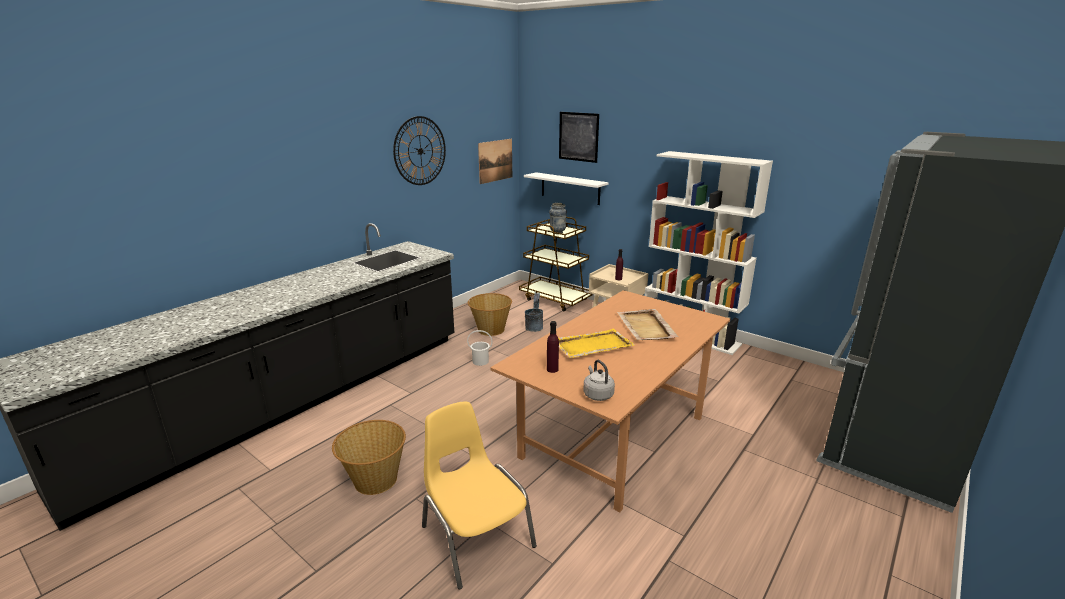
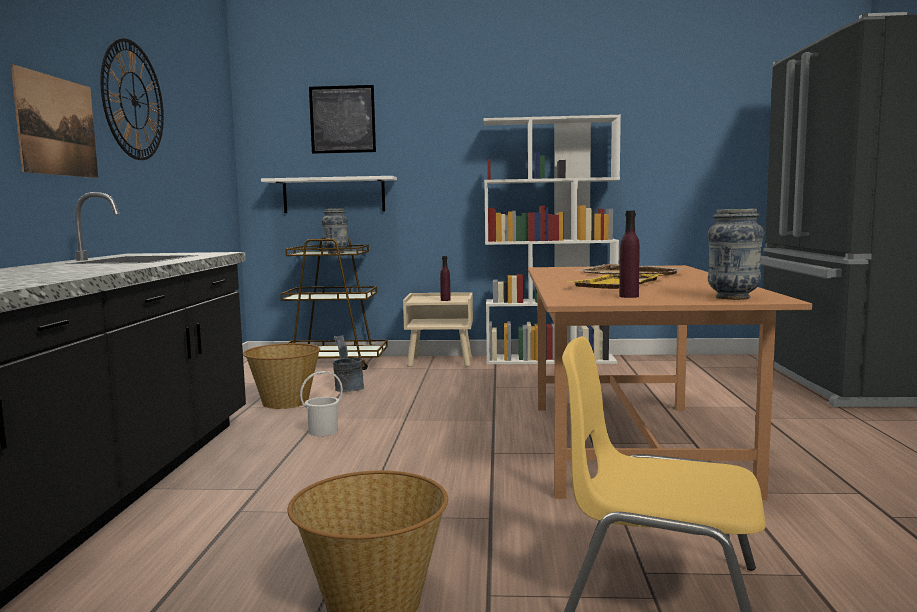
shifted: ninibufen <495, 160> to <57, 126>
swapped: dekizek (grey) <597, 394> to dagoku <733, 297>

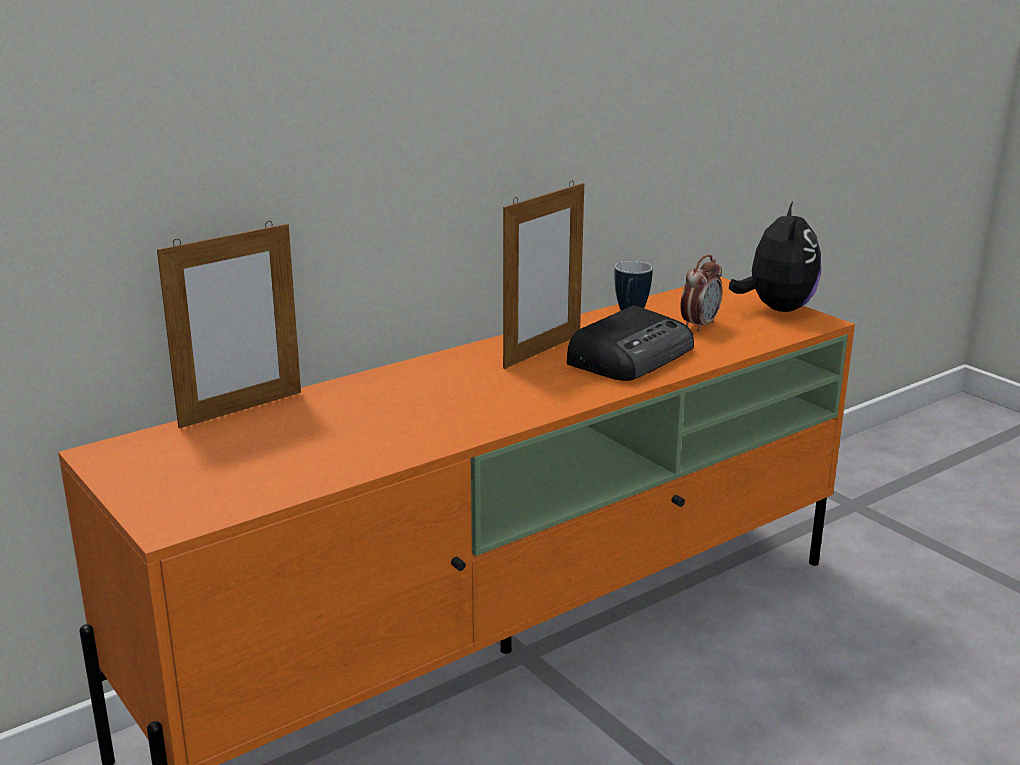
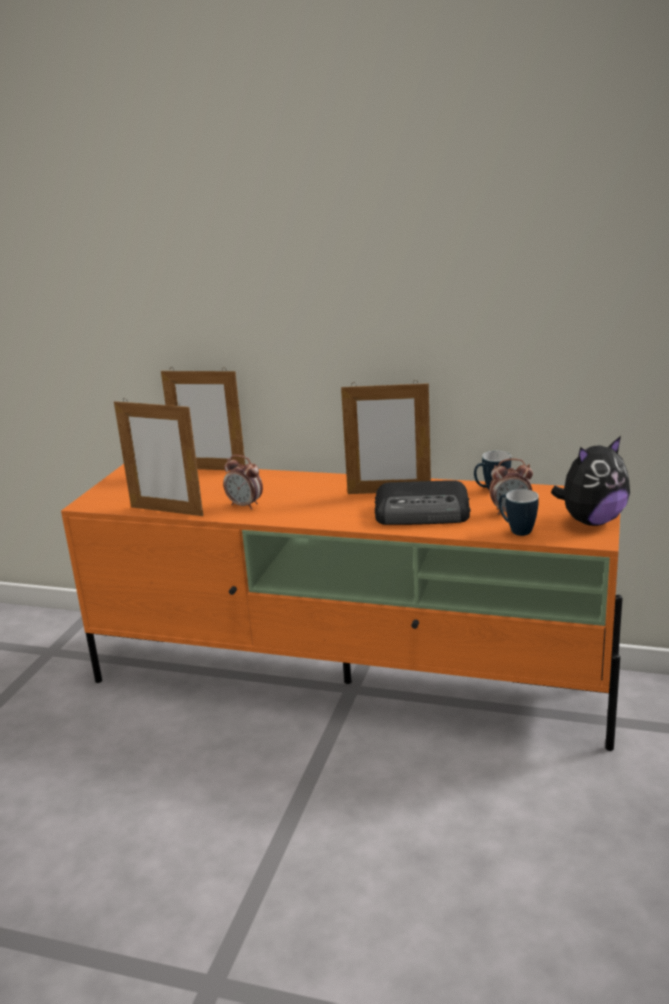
new: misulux <166, 511>; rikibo <245, 505>; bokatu <516, 530>

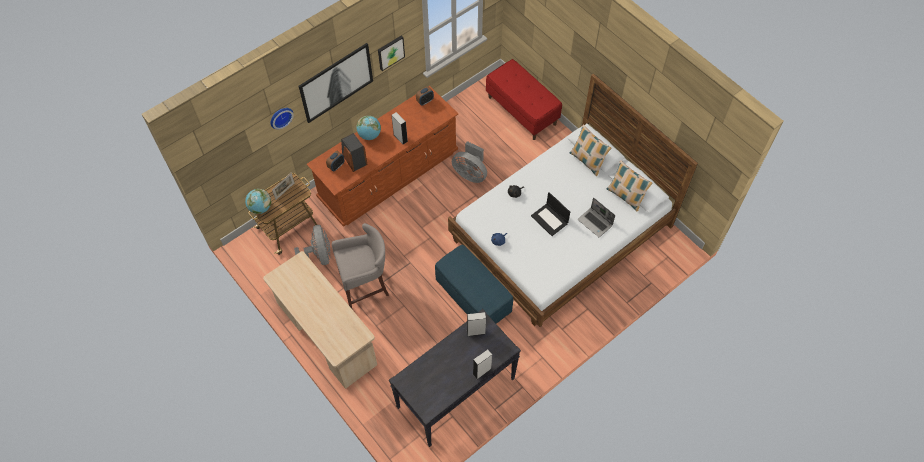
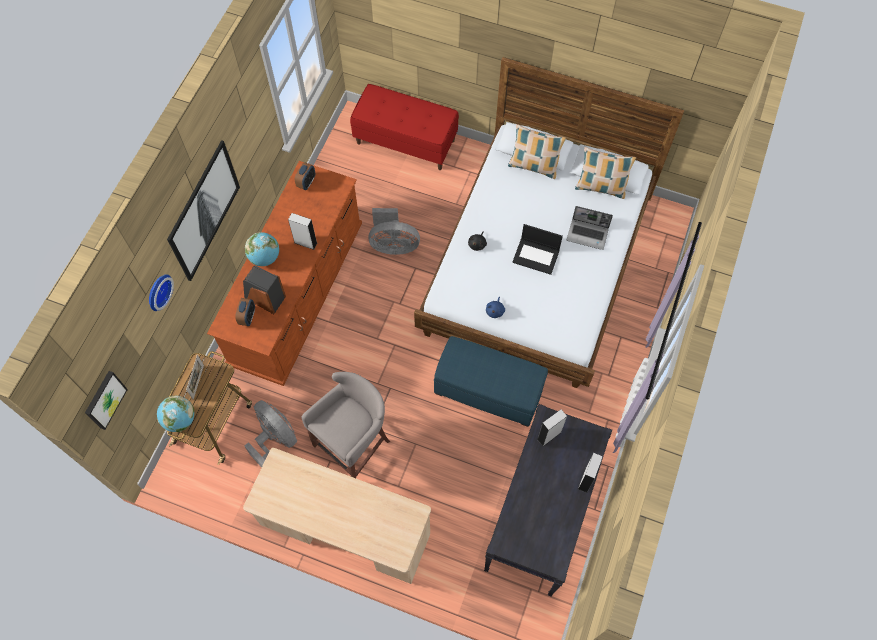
shifted: ninibufen <390, 52> to <104, 399>

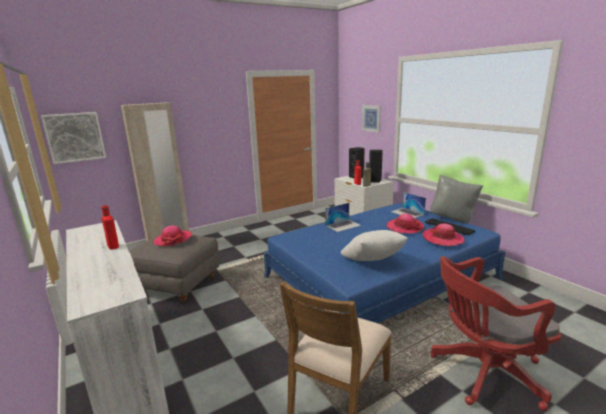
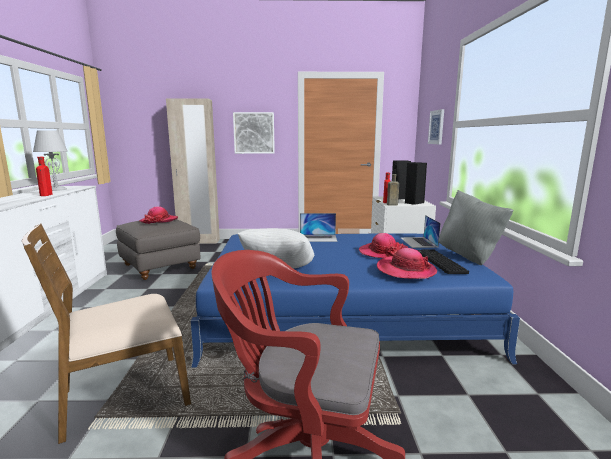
new: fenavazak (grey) <56, 189>
shifted: ninibufen <75, 137> to <254, 133>

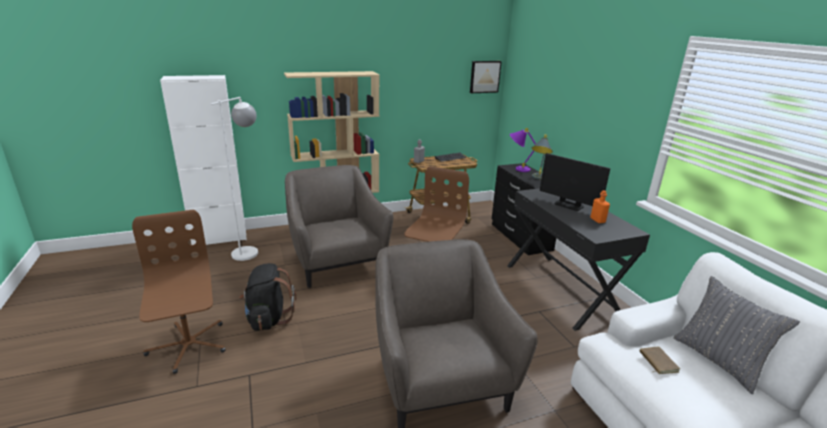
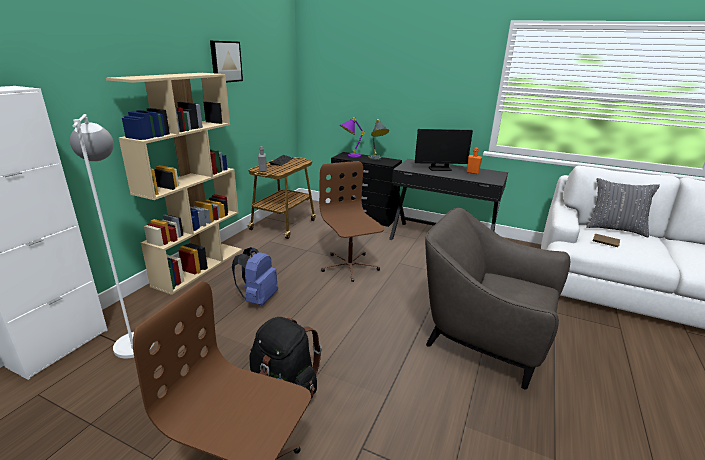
shifted: ninibufen <484, 76> to <225, 61>
swapped: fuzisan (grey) <336, 261> to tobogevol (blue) <258, 299>

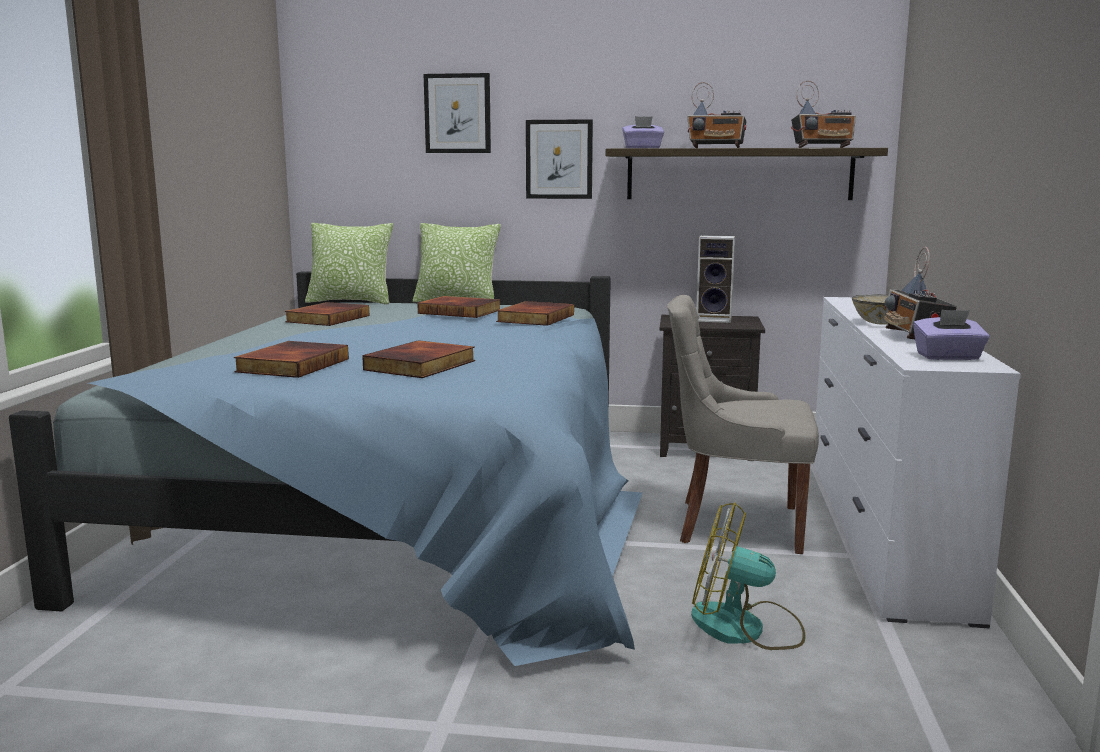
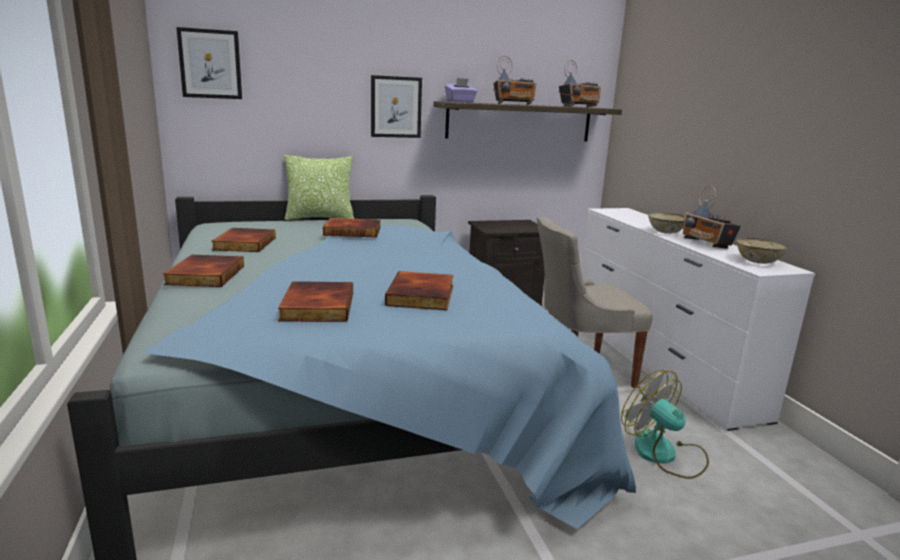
gone: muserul <351, 302>; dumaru <715, 319>
shifted: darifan <534, 318> to <204, 275>; ninibufen <457, 113> to <210, 64>
swapped: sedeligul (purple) <948, 357> to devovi <757, 261>
rotated: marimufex <745, 628> = <664, 454> 60 degrees clockwise

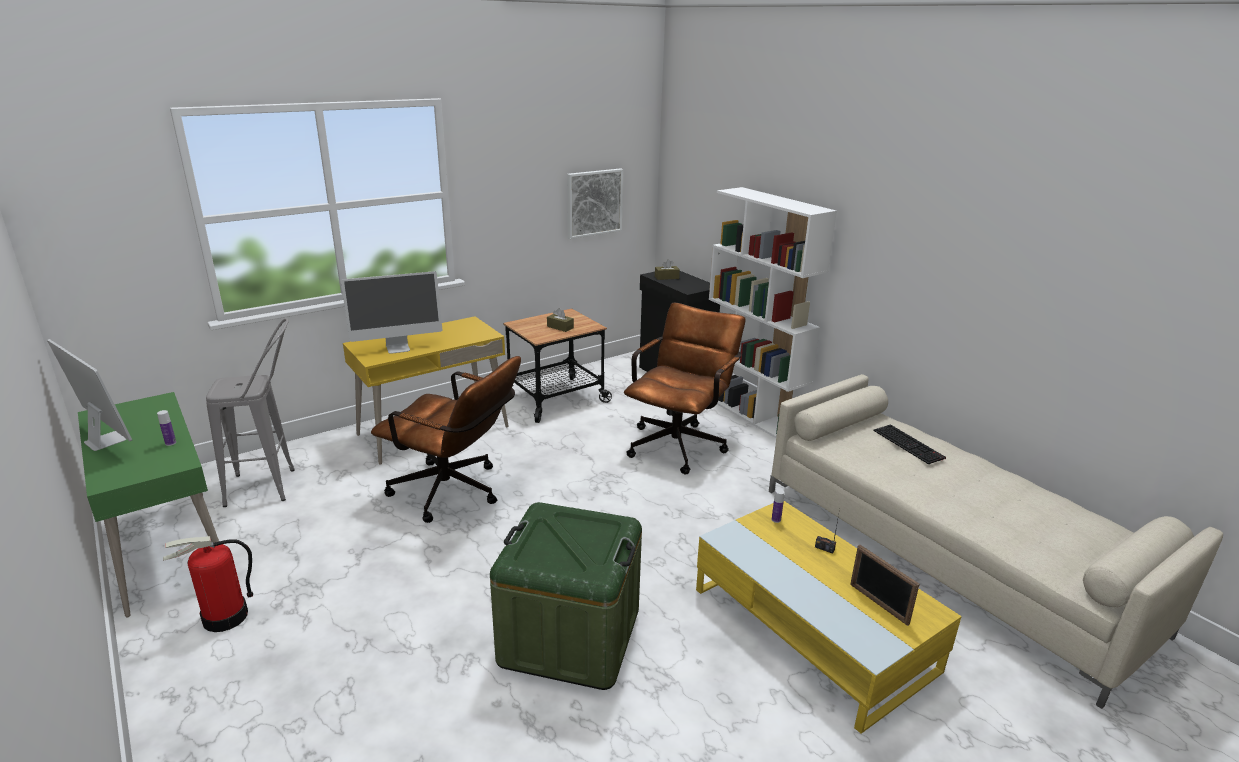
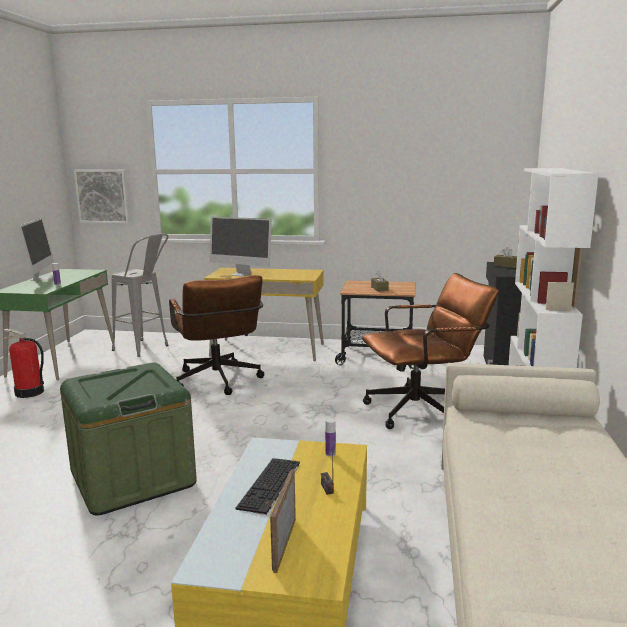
shifted: ninibufen <594, 203> to <102, 196>; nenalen <909, 444> to <270, 486>

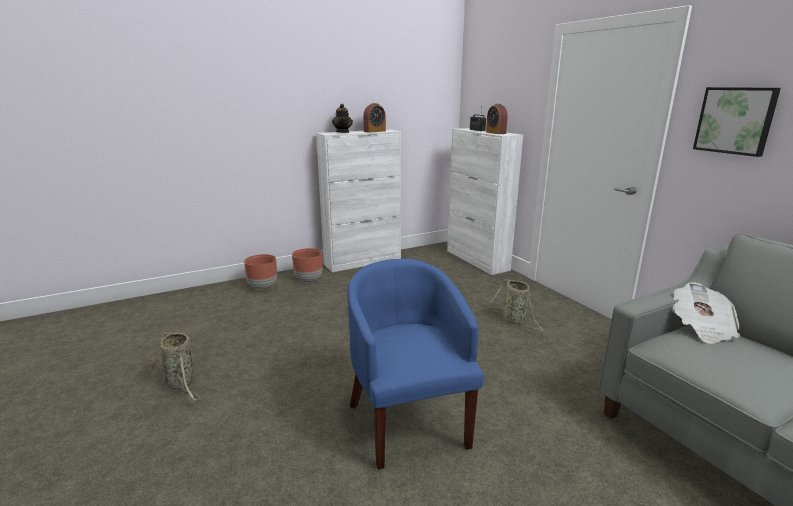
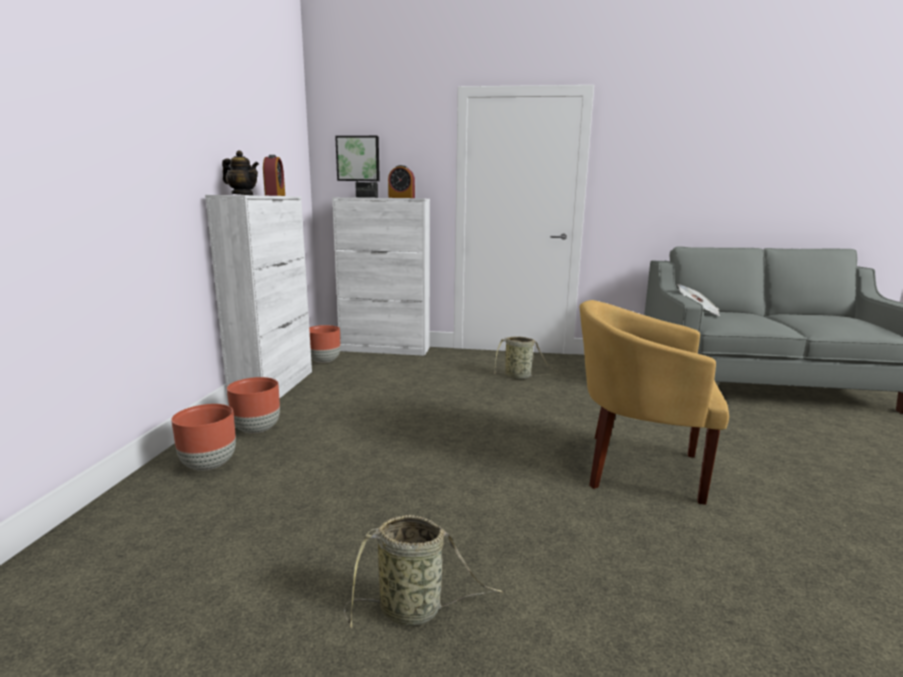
new: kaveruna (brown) <324, 361>
shifted: ninibufen <735, 120> to <358, 158>
repainted: fuzisan (blue) <408, 420> to fuzisan (yellow) <637, 467>

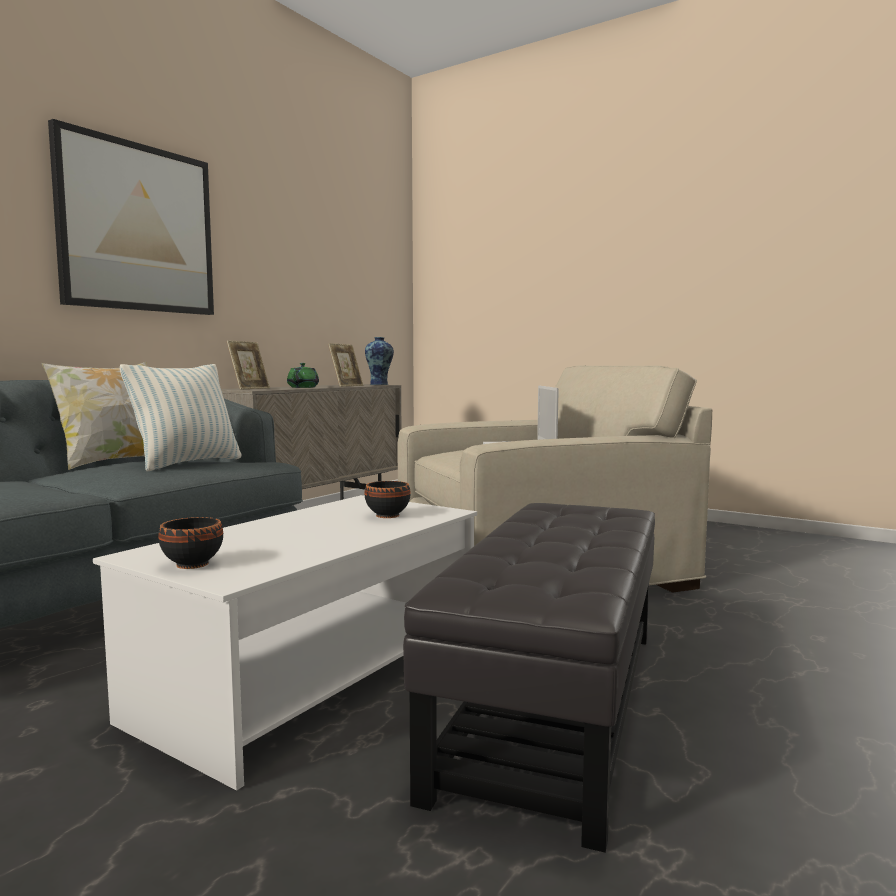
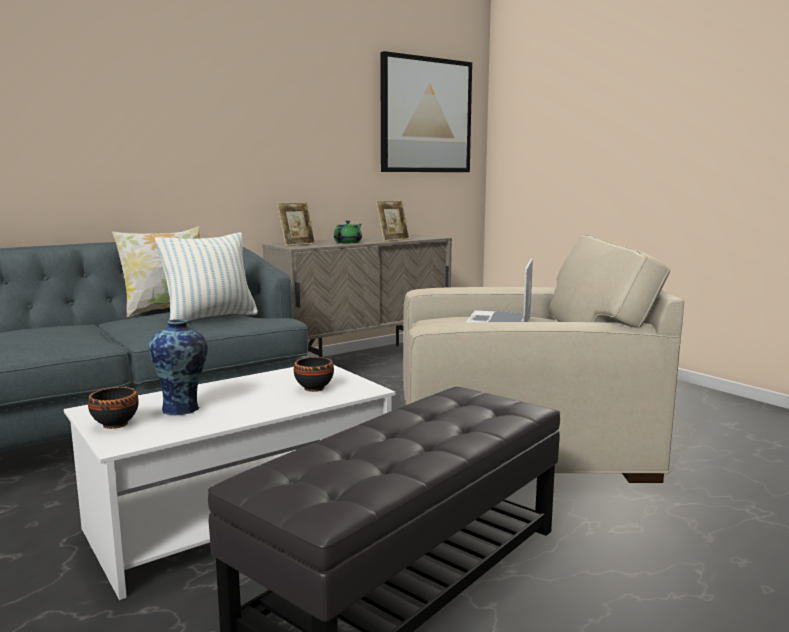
shifted: dagoku <379, 384> to <182, 409>; ninibufen <137, 228> to <425, 115>

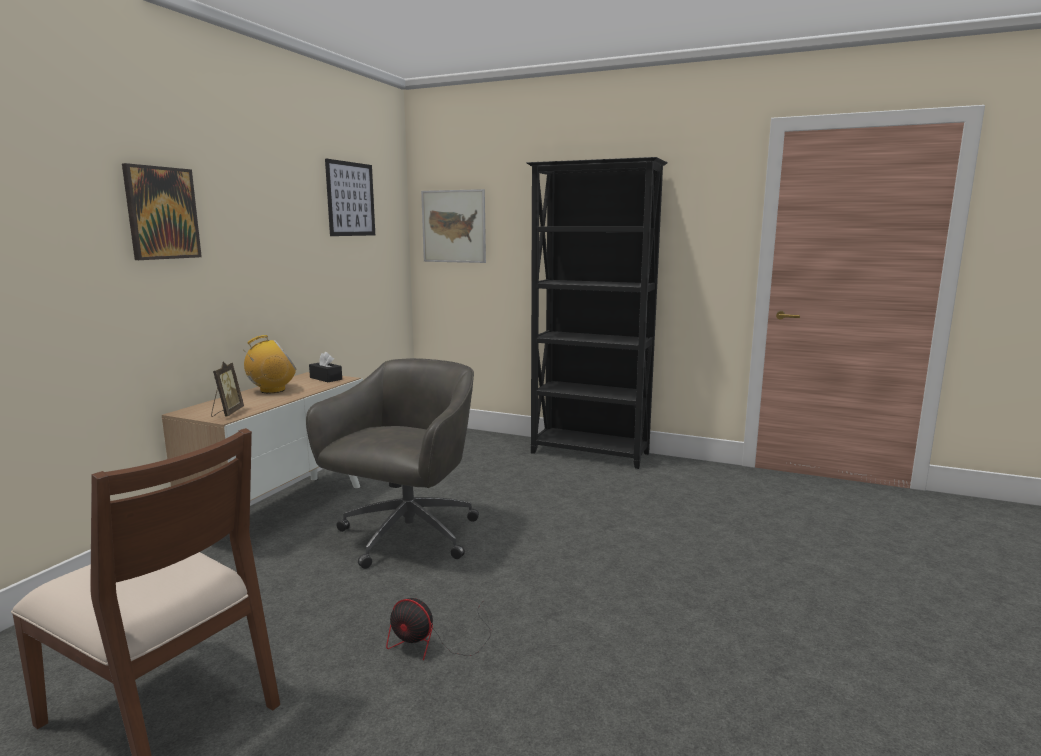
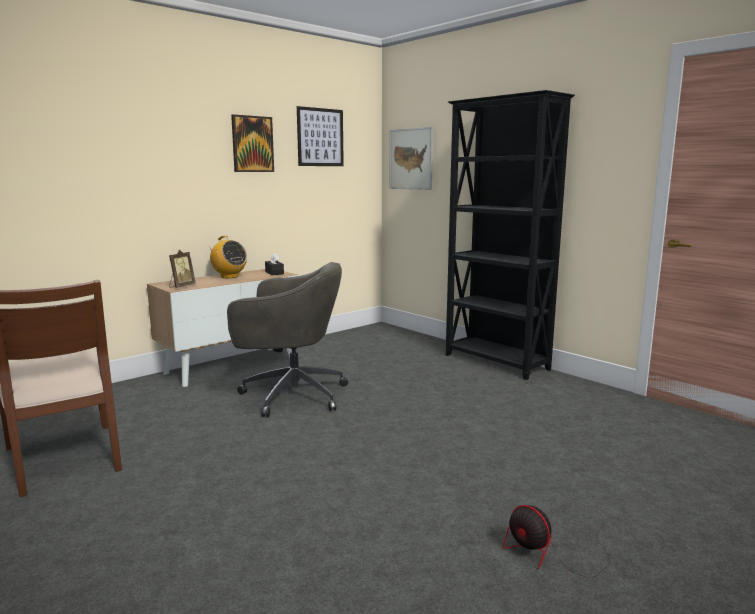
shifted: ninibufen <162, 213> to <252, 144>; marimufex <435, 642> to <551, 554>
rotated: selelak <272, 390> = <229, 276> 45 degrees clockwise; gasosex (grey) <406, 536> = <291, 395> 45 degrees clockwise

